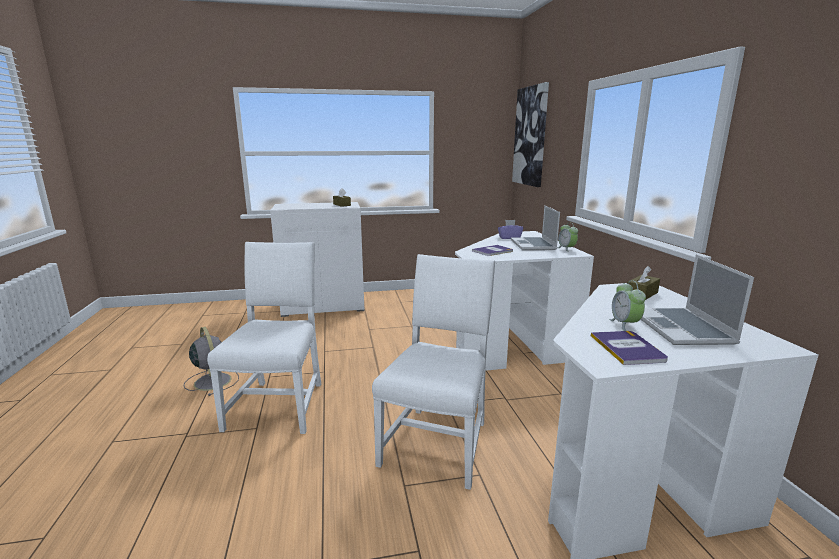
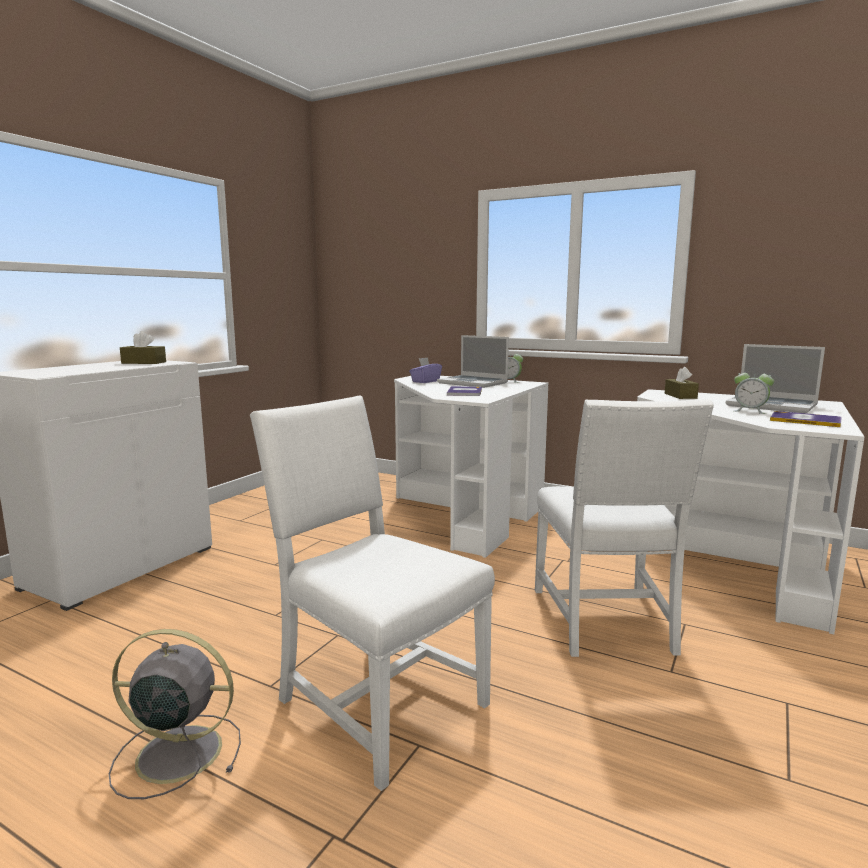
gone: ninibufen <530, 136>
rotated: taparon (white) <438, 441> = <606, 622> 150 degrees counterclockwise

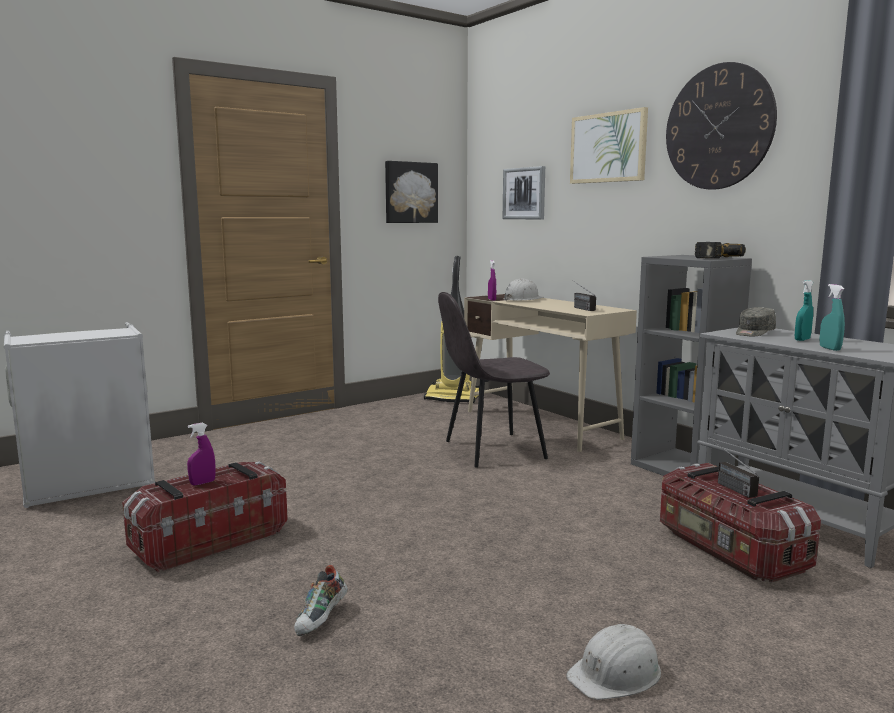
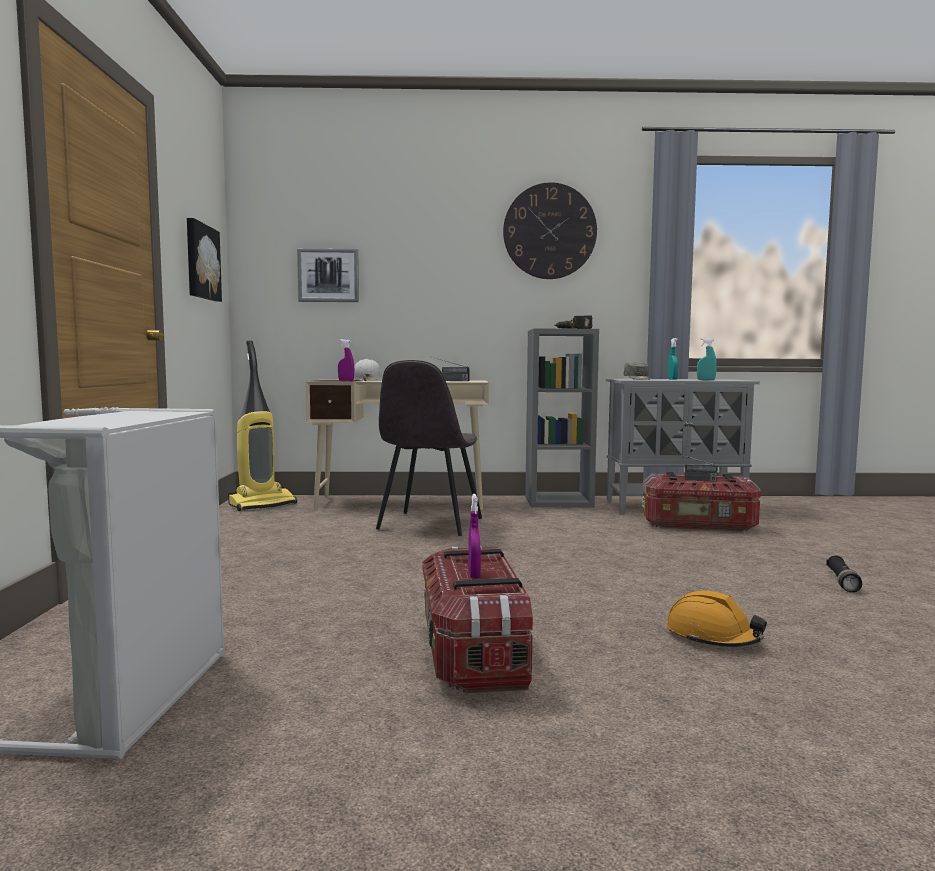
gone: ninibufen <608, 147>
swapped: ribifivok <322, 620> to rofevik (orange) <712, 637>; rofevik (white) <616, 674> to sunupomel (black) <842, 582>

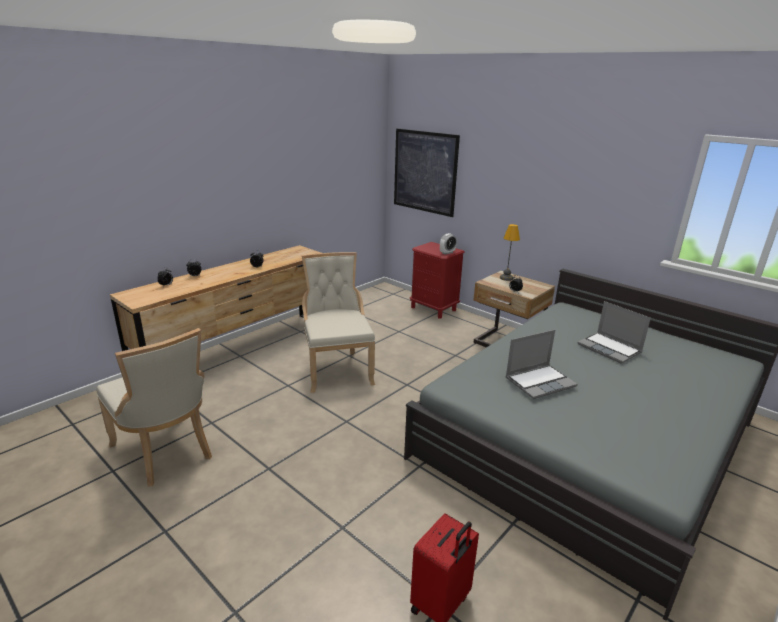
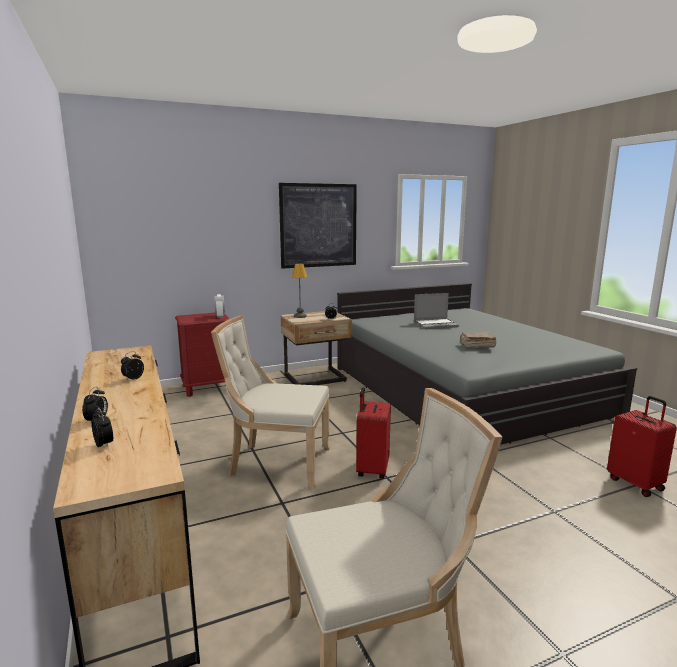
new: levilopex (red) <371, 470>
shifted: ninibufen <425, 172> to <318, 225>
swapped: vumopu <540, 382> to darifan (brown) <477, 346>

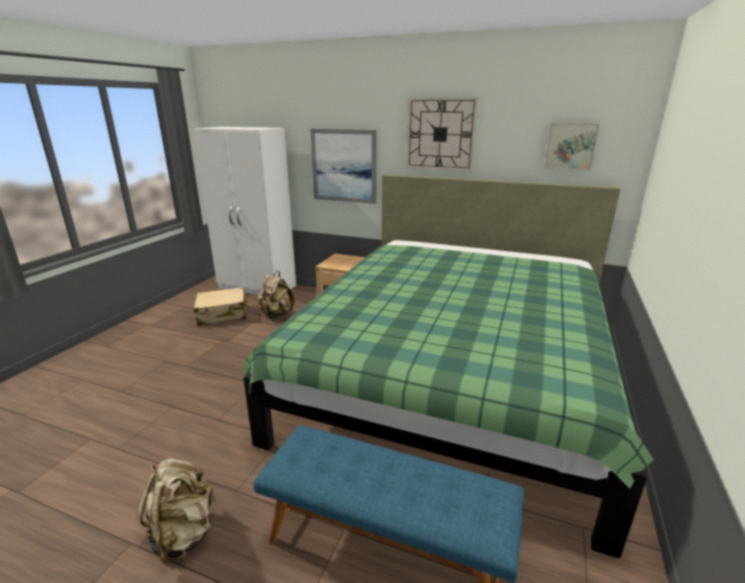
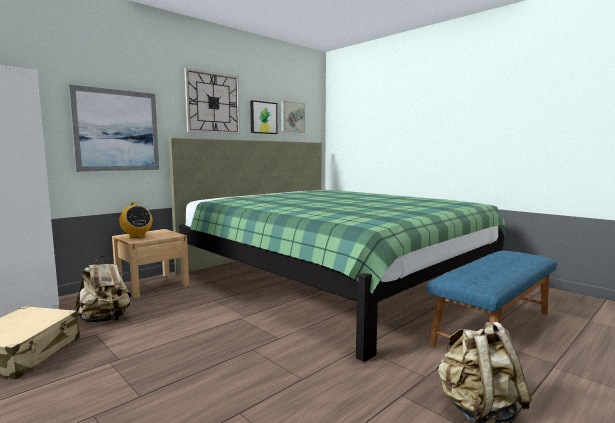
new: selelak <137, 236>; ninibufen <263, 117>

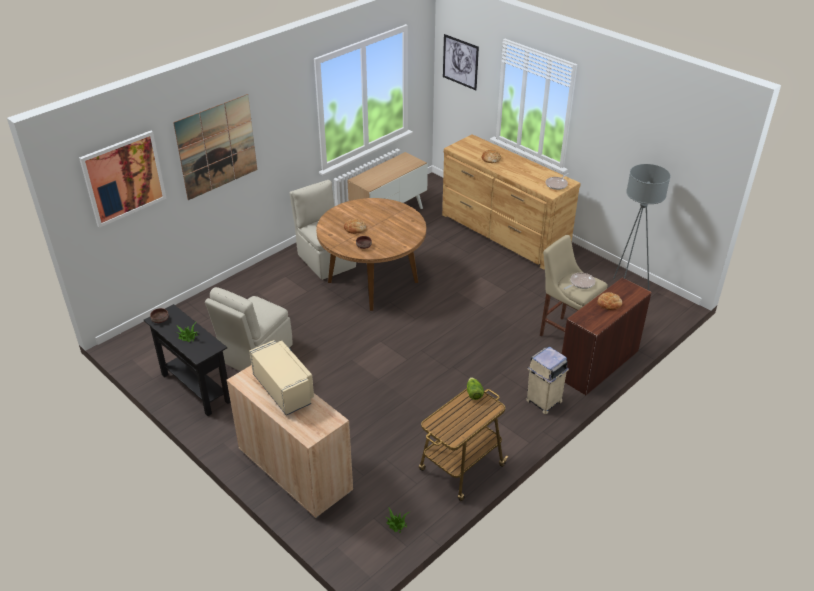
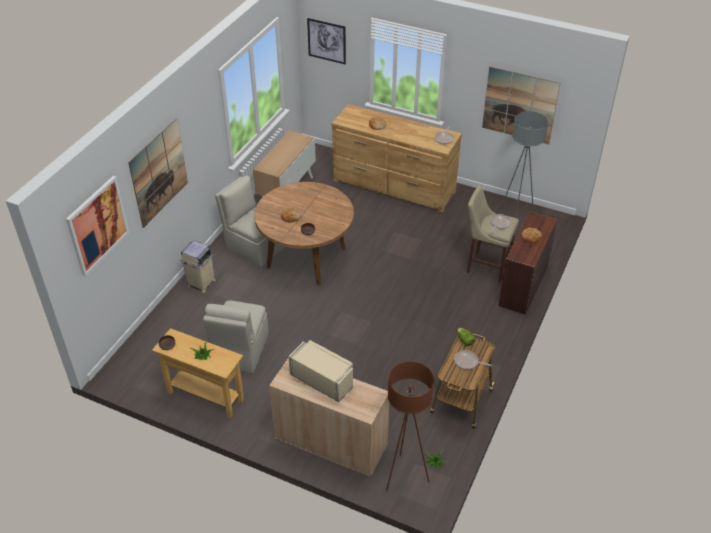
new: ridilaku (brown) <404, 476>; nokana <467, 362>; ninibufen <519, 105>
shifted: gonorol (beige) <543, 401> to <201, 283>
repainted: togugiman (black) <196, 388> to togugiman (beige) <205, 396>

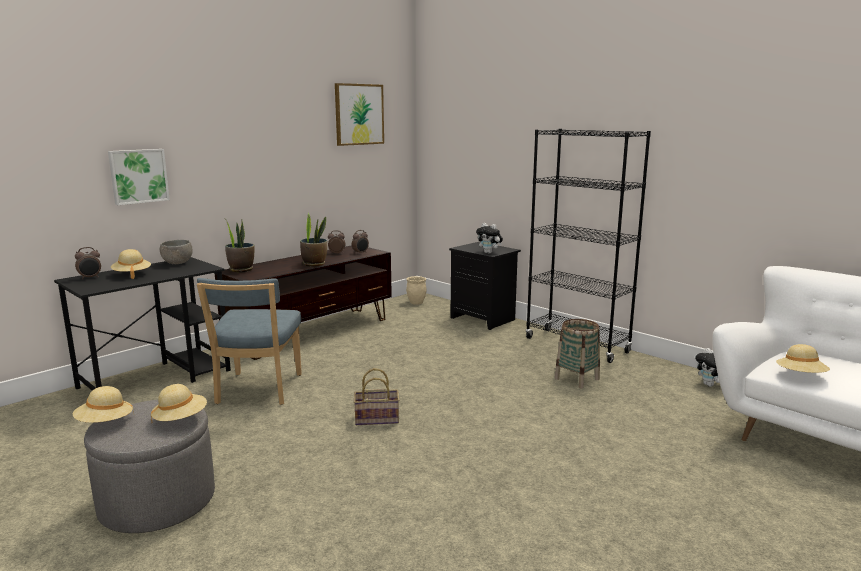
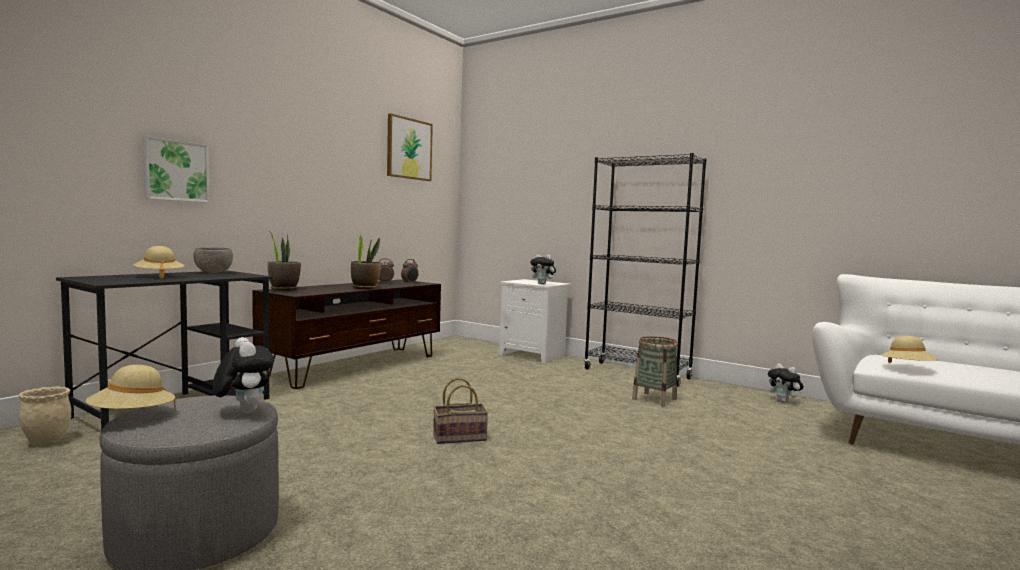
gone: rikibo <90, 278>; taparon (blue) <257, 391>
shifted: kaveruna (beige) <416, 303> to <48, 442>
swapped: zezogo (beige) <180, 419> to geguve <243, 411>
repainted: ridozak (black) <484, 319> to ridozak (white) <534, 355>

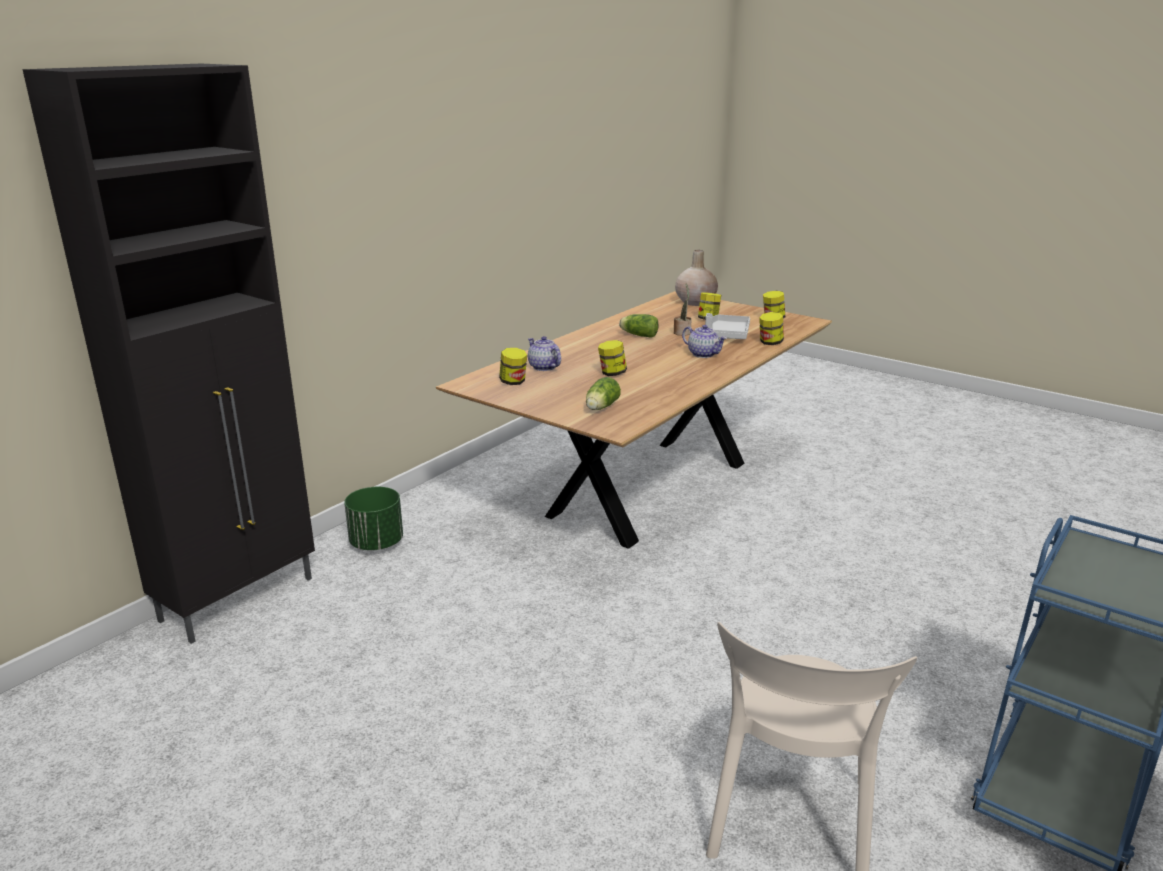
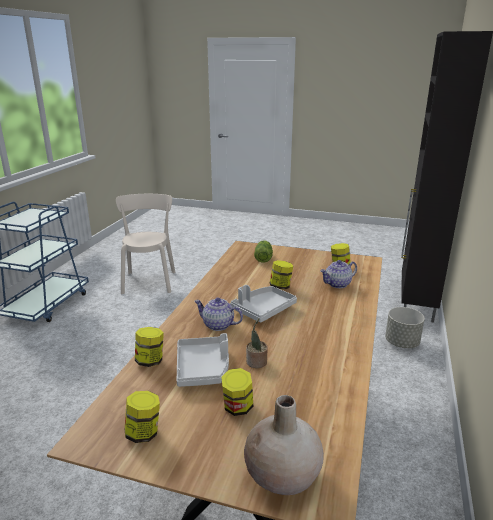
gone: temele <638, 335>
new: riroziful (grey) <263, 310>
repainted: kaveruna (green) <377, 543> to kaveruna (grey) <401, 342>
rotated: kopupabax <543, 367> = <337, 284> 120 degrees clockwise

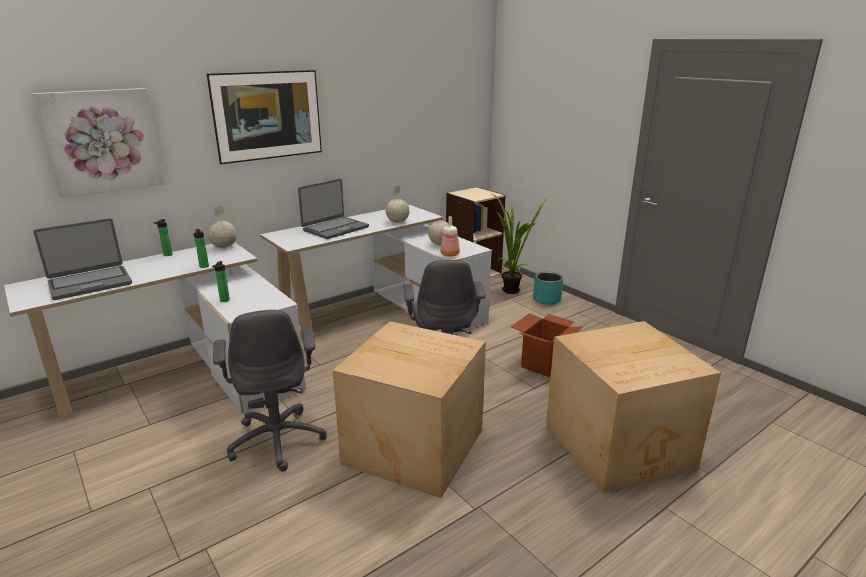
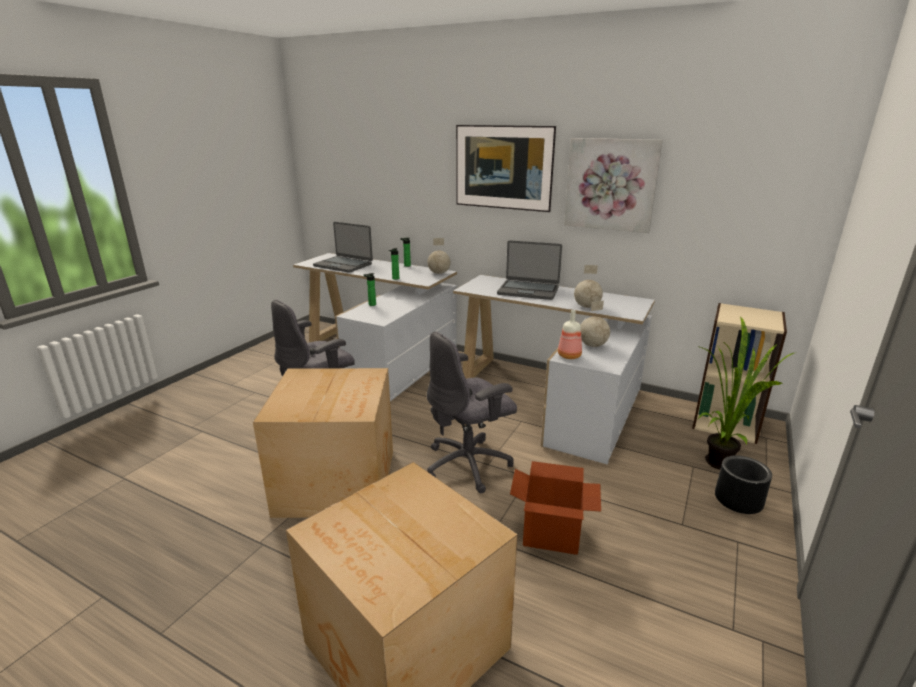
shifted: ninibufen <102, 141> to <611, 184>
repainted: kaveruna (turquoise) <547, 299> to kaveruna (black) <738, 501>

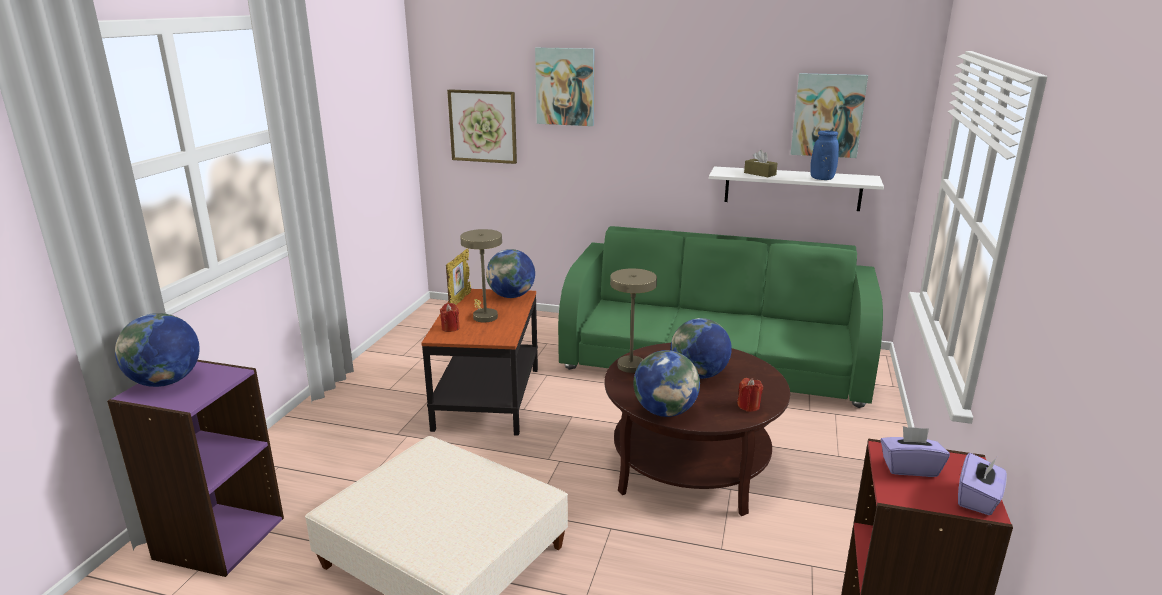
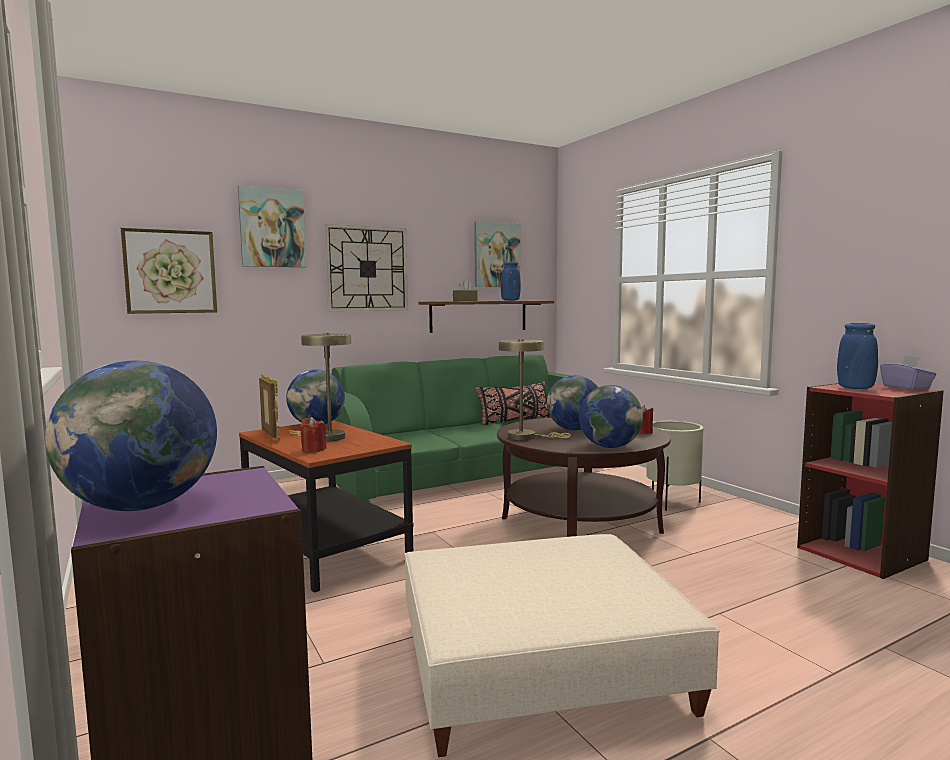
new: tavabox <367, 269>; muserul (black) <514, 421>; kaveruna (beige) <672, 502>
swapped: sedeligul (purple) <909, 467> to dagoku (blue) <855, 388>
repainted: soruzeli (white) <792, 188> to soruzeli (brown) <479, 316>

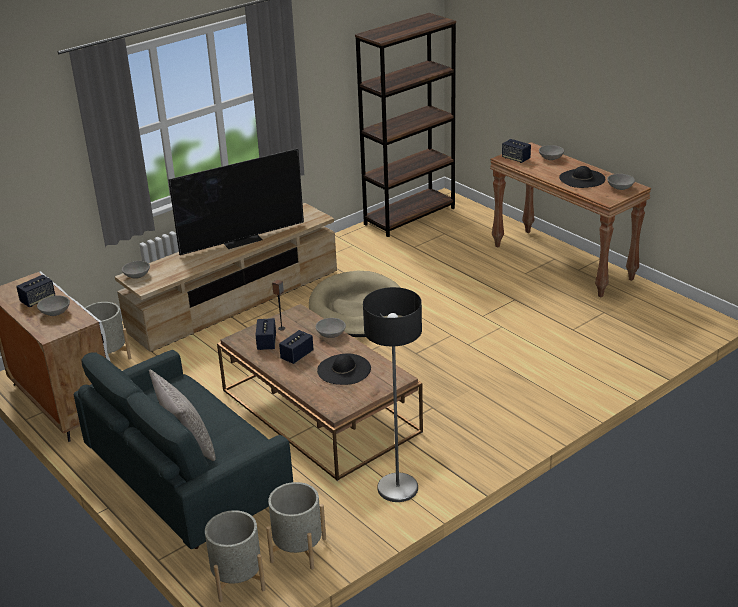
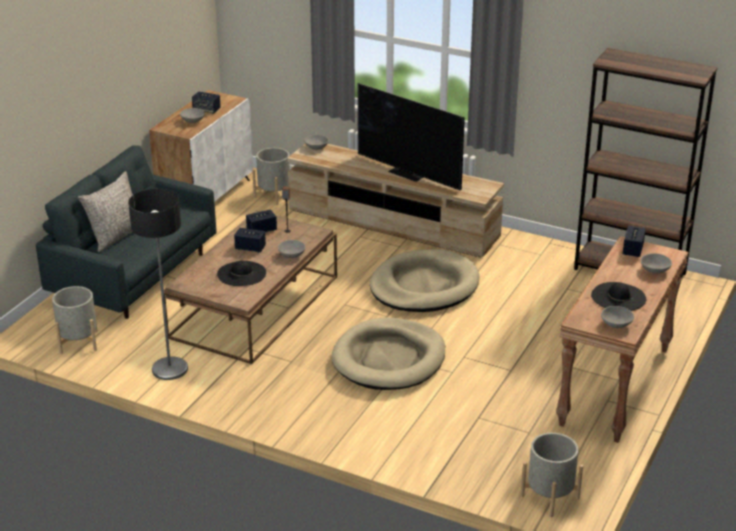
new: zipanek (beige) <389, 359>
shifted: kaveruna (grey) <238, 580> to <550, 497>

